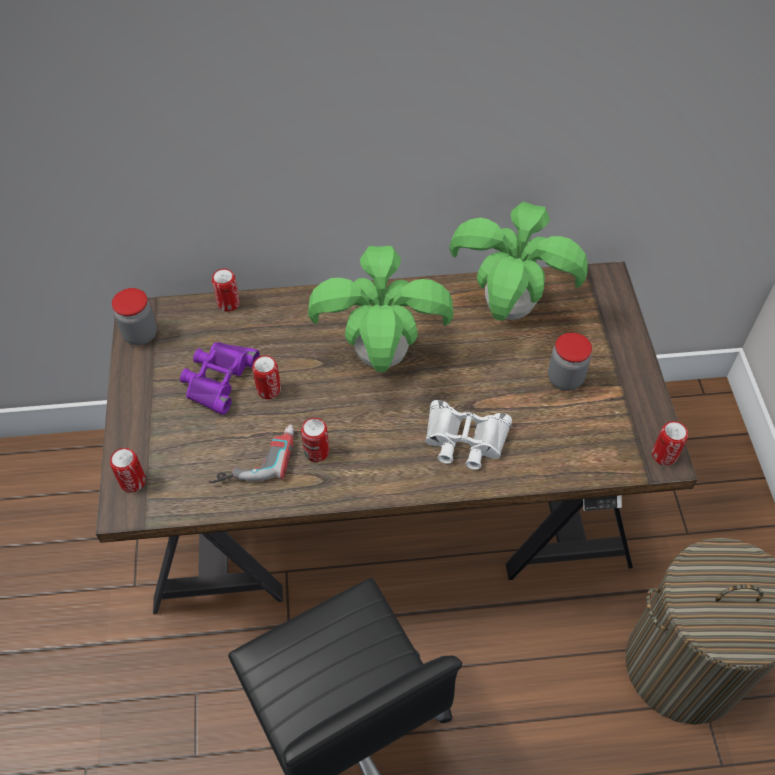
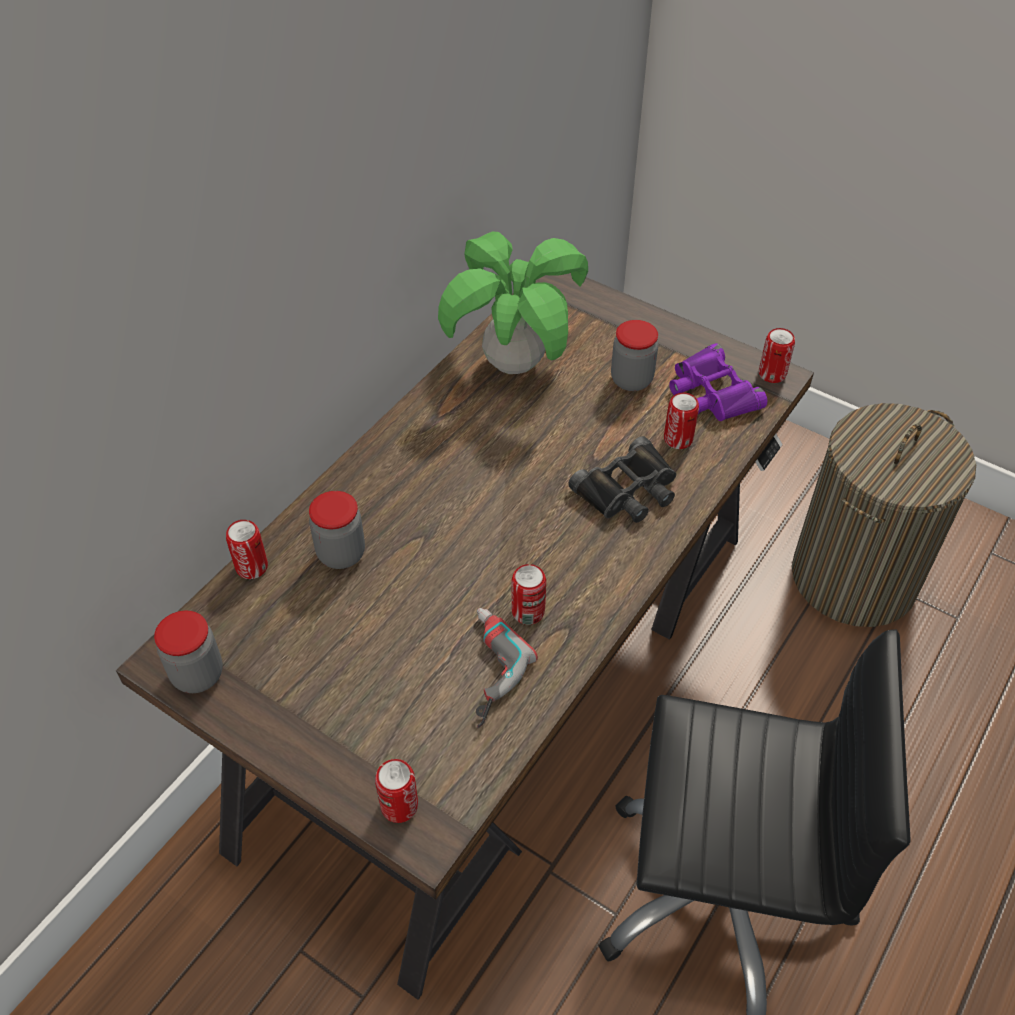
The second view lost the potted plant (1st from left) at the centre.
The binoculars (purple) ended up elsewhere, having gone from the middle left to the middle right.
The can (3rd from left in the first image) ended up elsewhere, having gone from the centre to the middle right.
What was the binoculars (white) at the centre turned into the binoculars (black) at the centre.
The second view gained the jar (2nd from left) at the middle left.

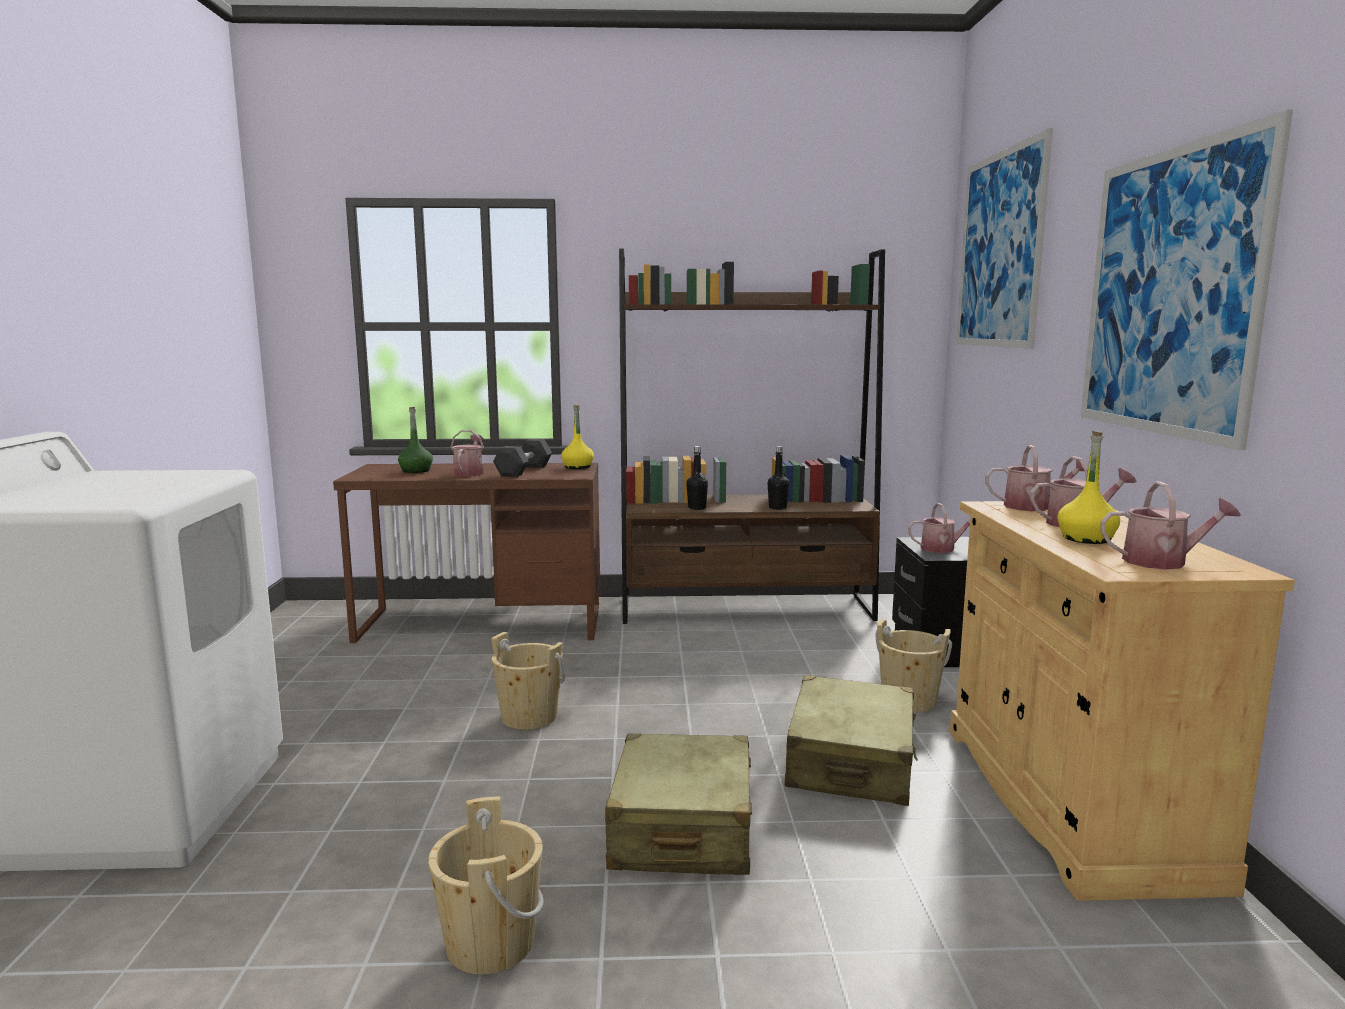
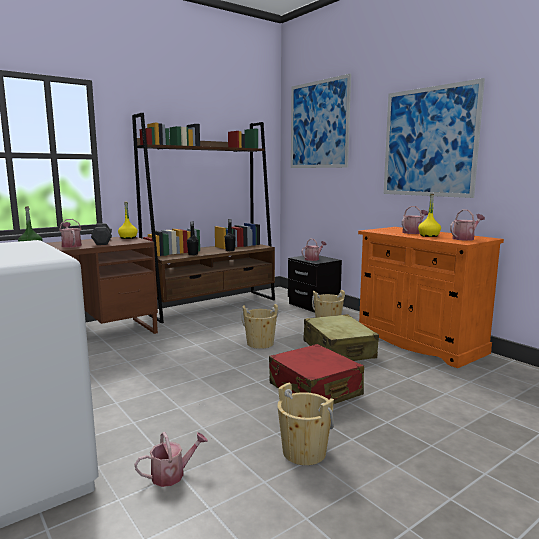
The watering can (3rd from left in the first image) ended up elsewhere, having gone from the middle right to the bottom left.
What was the cabinet (beige) at the bottom right turned into the cabinet (orange) at the middle right.
The bucket (beige) (2nd from left in the first image) ended up elsewhere, having gone from the bottom centre to the centre.
What was the suitcase (beige) (1st from left) at the bottom centre turned into the suitcase (red) at the bottom centre.

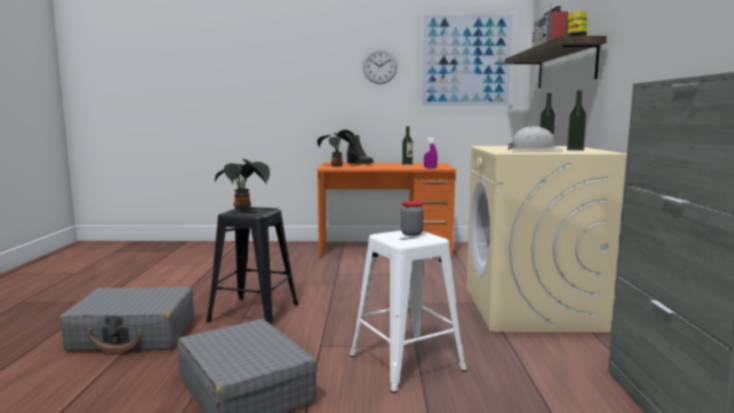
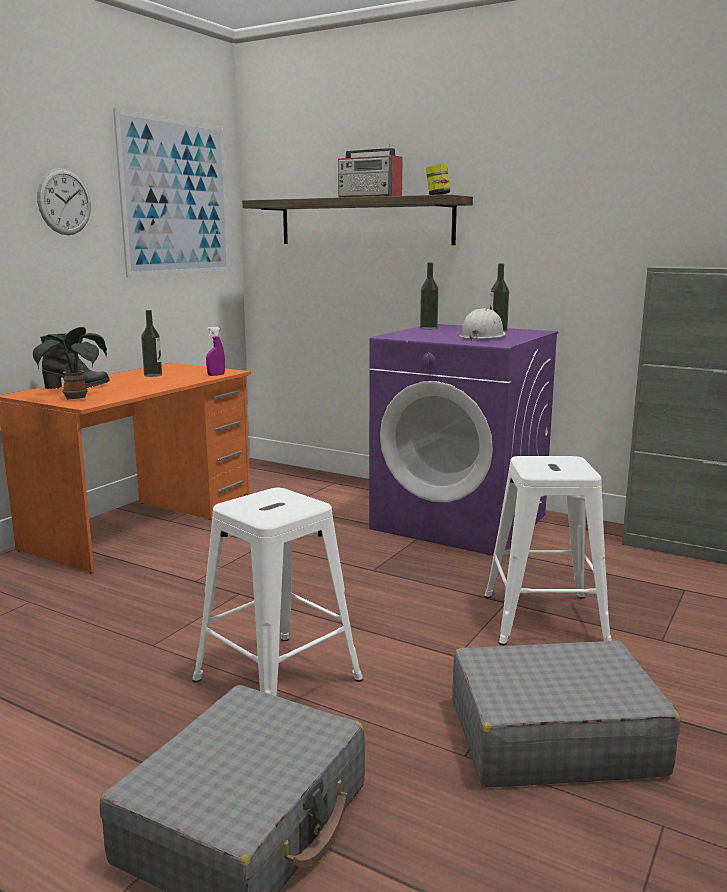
What was the washing machine (beige) at the middle right turned into the washing machine (purple) at the centre.
The second view lost the potted plant (1st from left) at the middle left.
The second view lost the jar (1st from left) at the centre.
What was the stool (black) at the centre turned into the stool (white) (1st from left) at the centre.

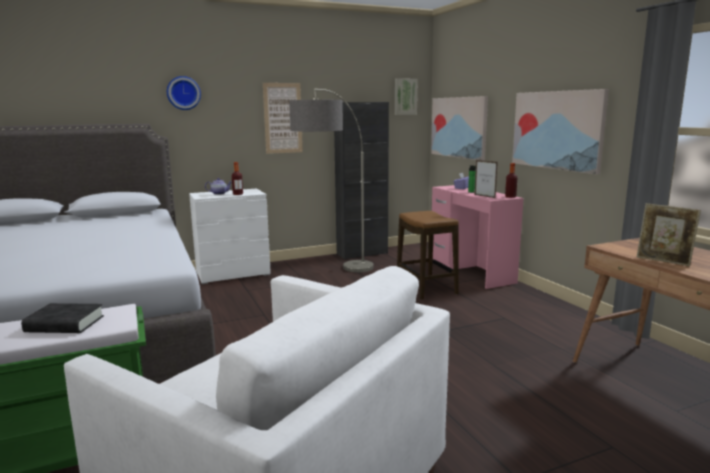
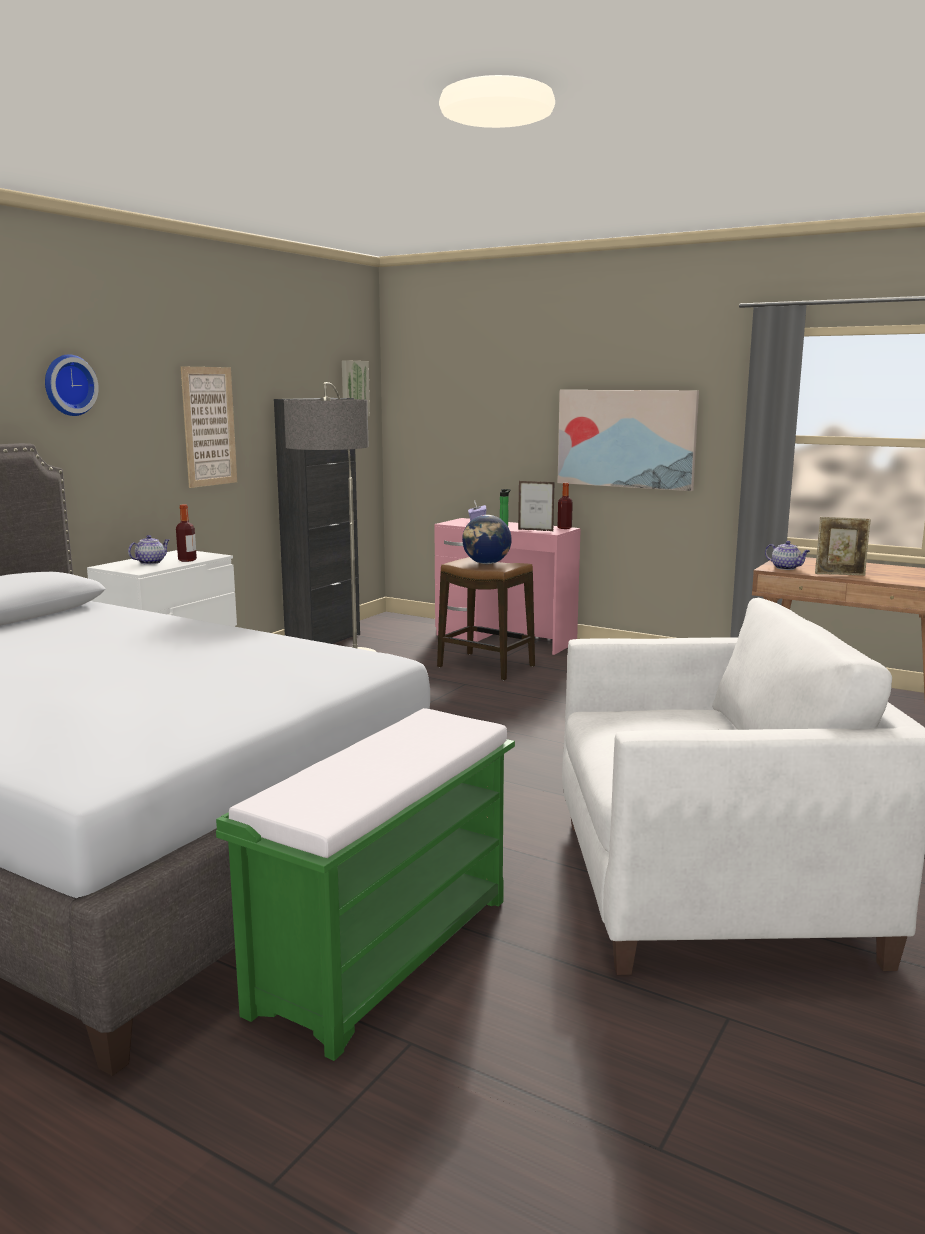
The second view lost the picture (3rd from left) at the top centre.
The second view lost the book (black) at the bottom left.
The second view gained the globe at the centre.
The second view gained the teapot (2nd from left) at the middle right.

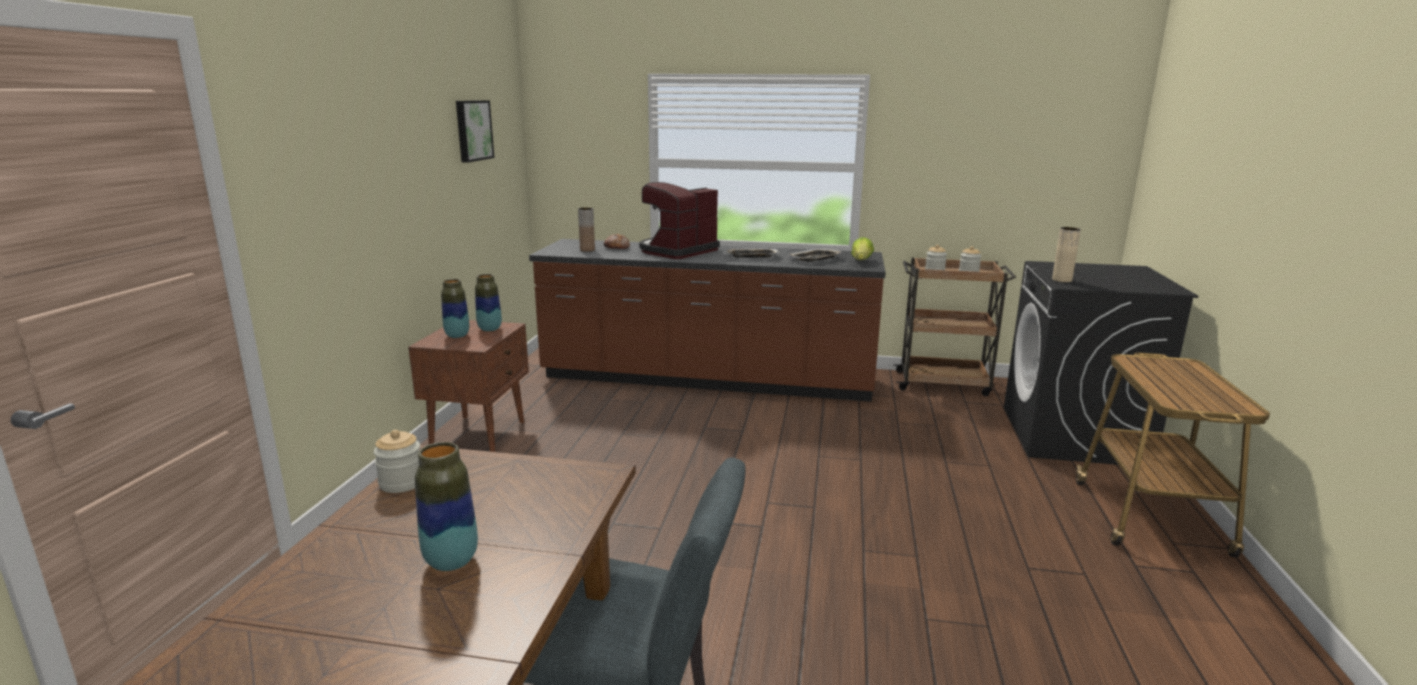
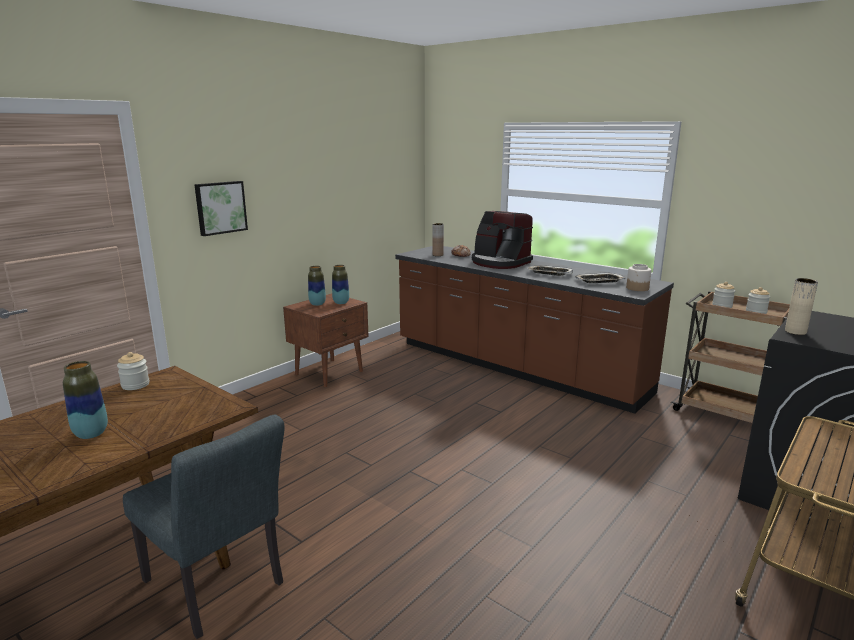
The picture ended up elsewhere, having gone from the top centre to the top left.
The coffee machine at the top centre ended up facing another way, 120 degrees counterclockwise from before.
Where the lettuce stood at the centre, the jar (2nd from left) came to stand at the middle right.

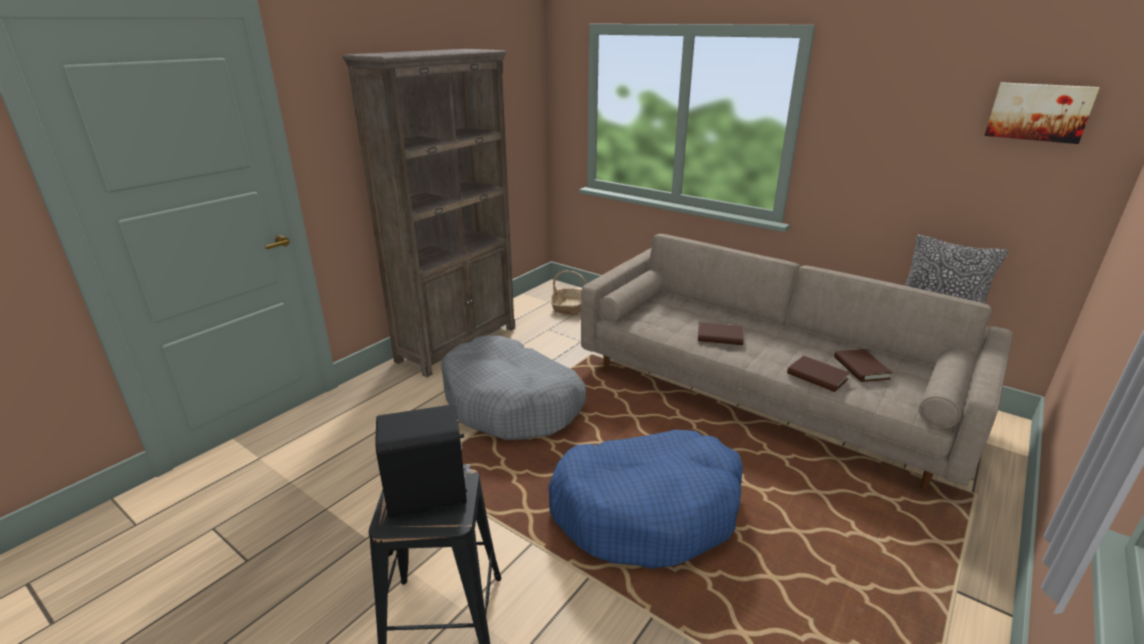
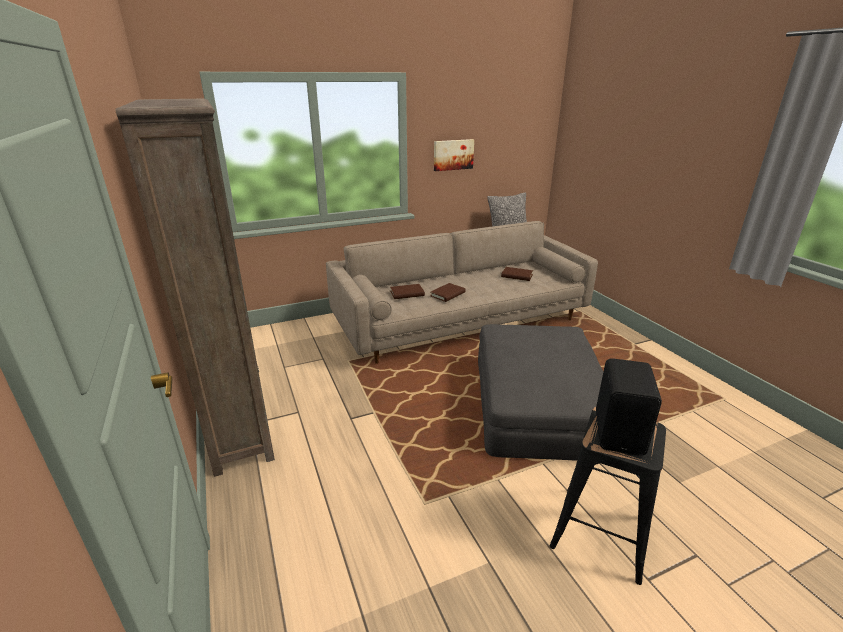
The picture ended up elsewhere, having gone from the top right to the top centre.
The second view lost the basket at the centre.
The second view lost the dog bed (grey) at the centre.
The book (brown) (2nd from left in the first image) ended up elsewhere, having gone from the middle right to the centre.
Where the dog bed (blue) stood at the bottom centre, the ottoman (grey) came to stand at the centre.

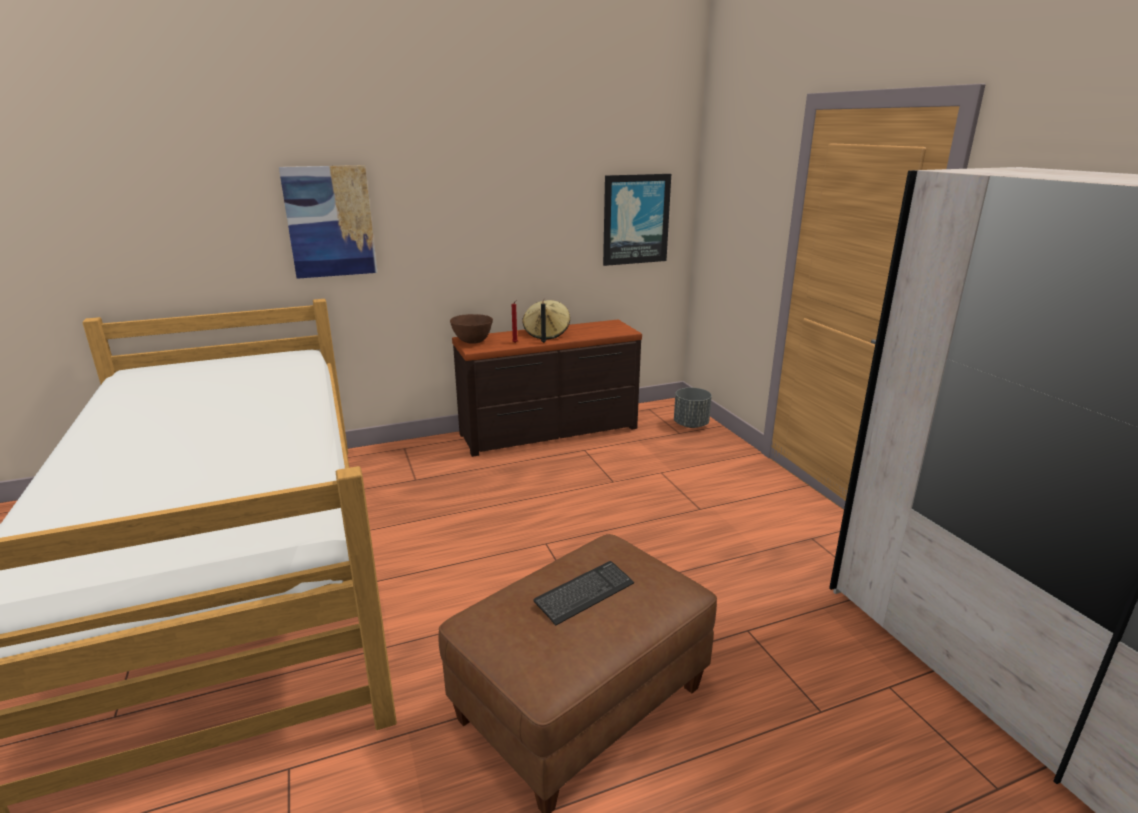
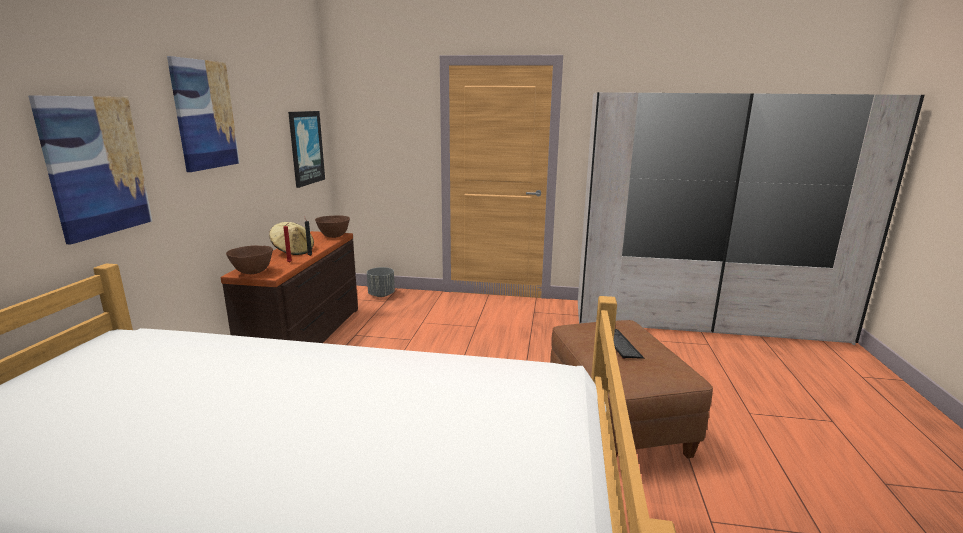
The second view gained the picture (2nd from left) at the top left.
The second view gained the bowl (brown) (2nd from left) at the centre.

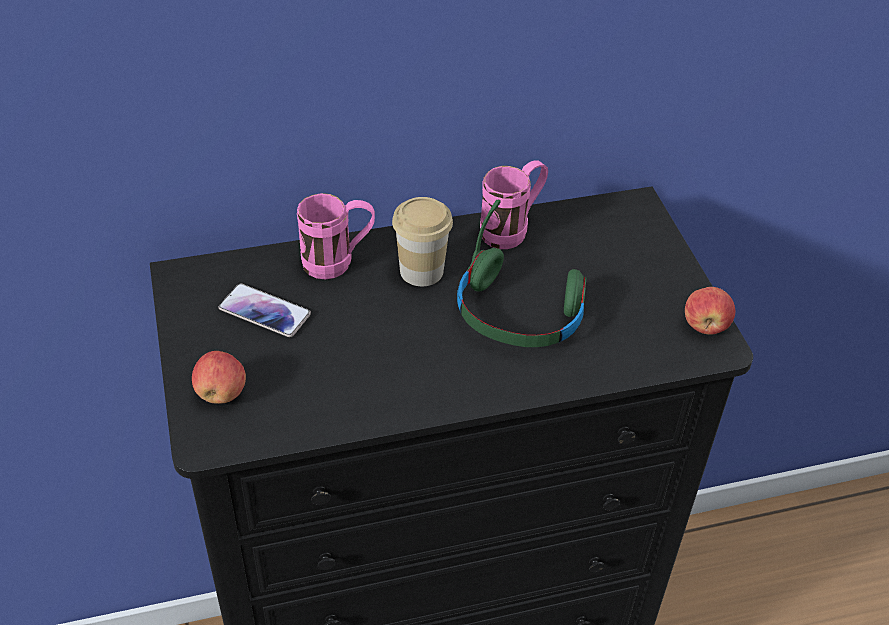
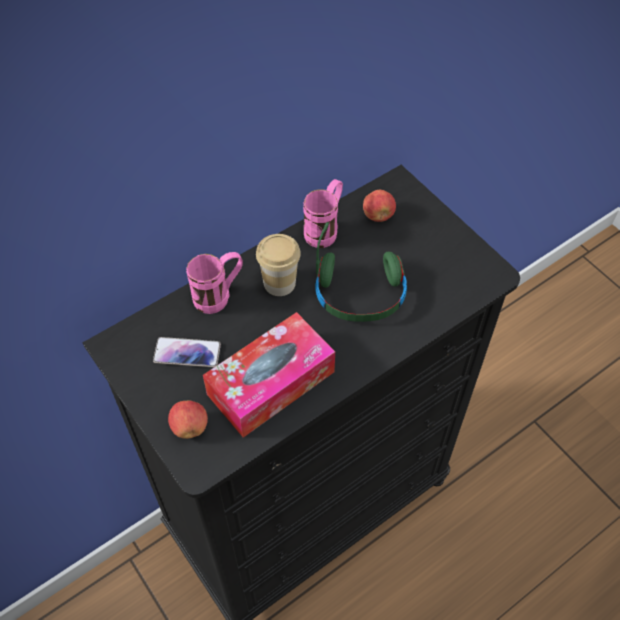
The apple (2nd from left) ended up elsewhere, having gone from the middle right to the top centre.
The second view gained the tissue box at the centre.

